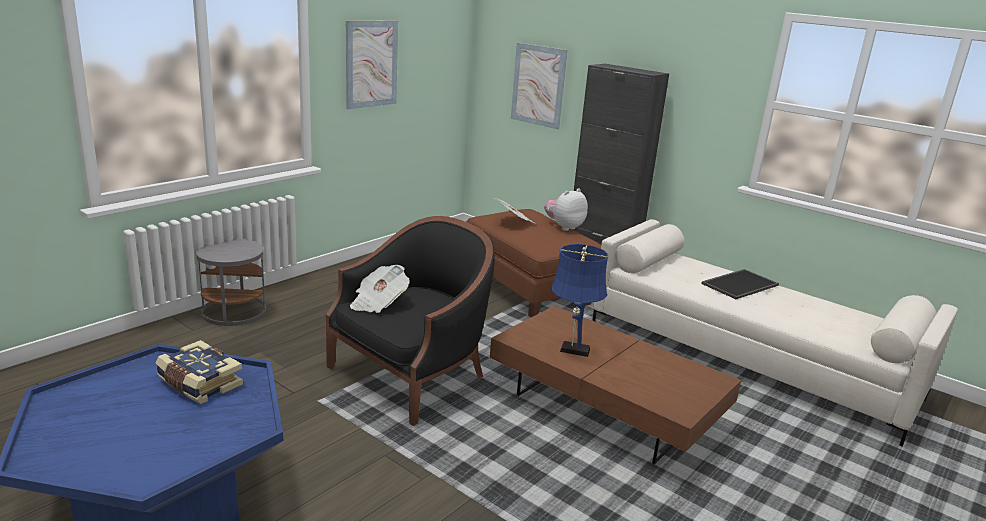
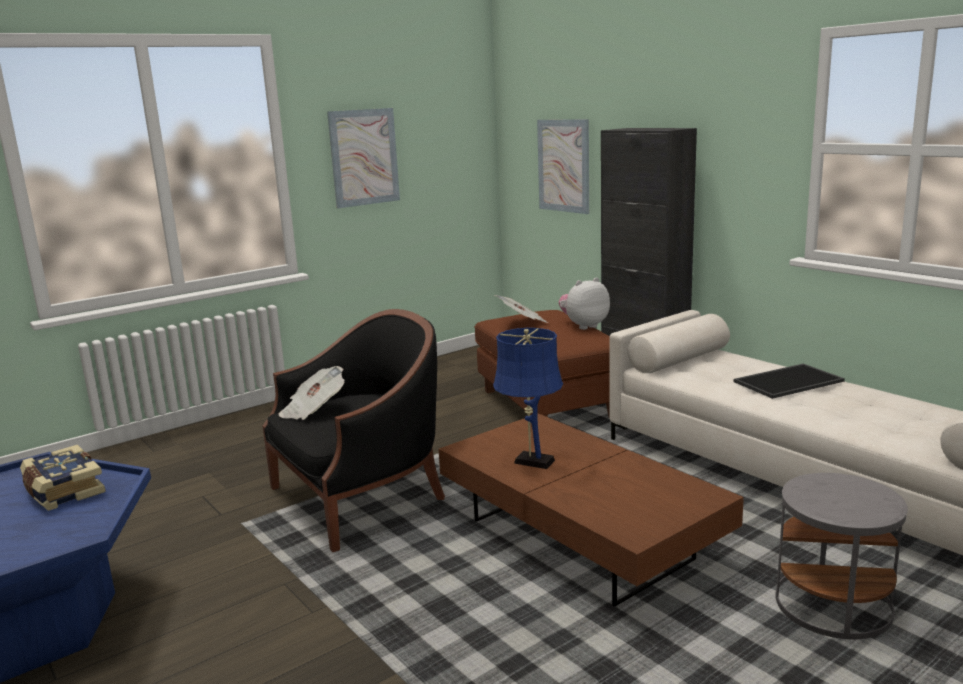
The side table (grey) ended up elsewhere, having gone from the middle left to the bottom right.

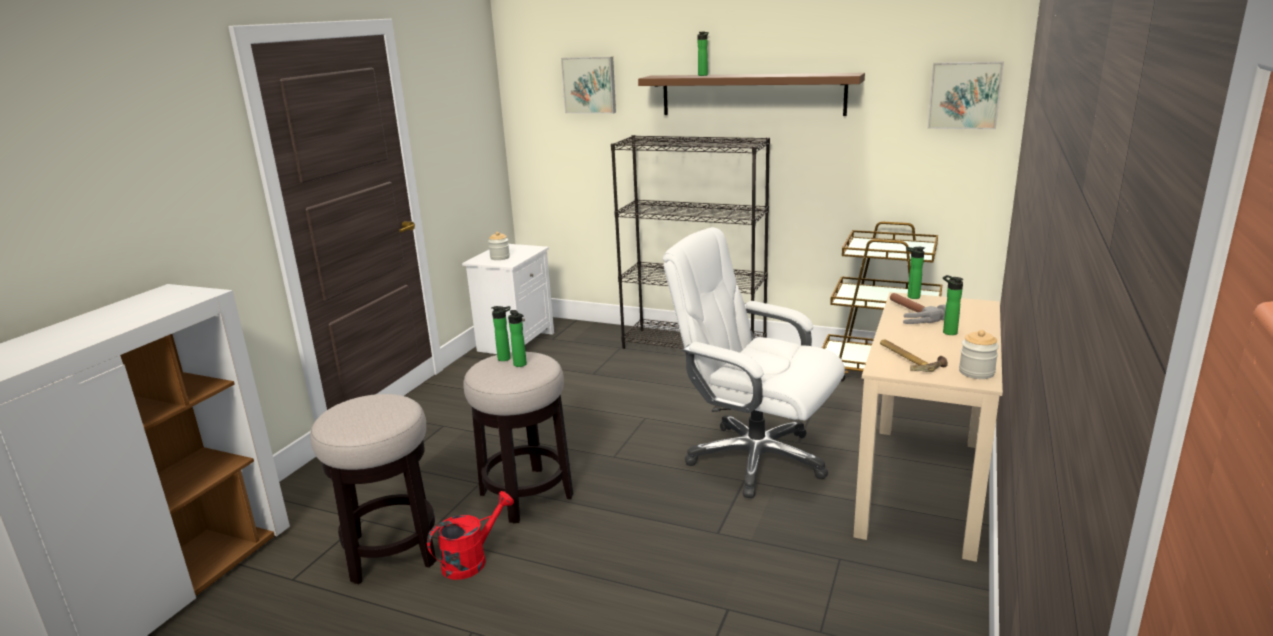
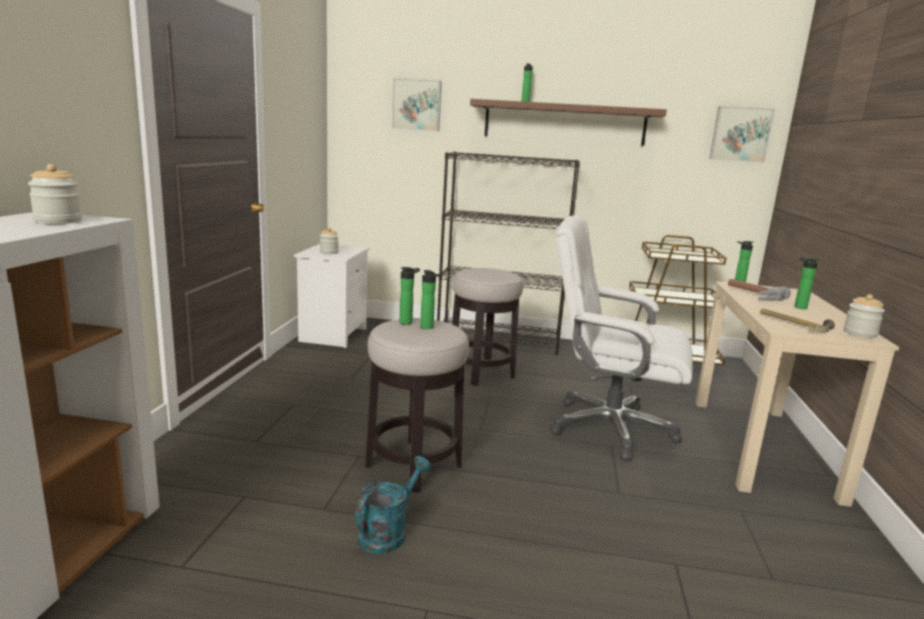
The stool (1st from left in the first image) ended up elsewhere, having gone from the bottom left to the centre.
What was the watering can (red) at the bottom centre turned into the watering can (turquoise) at the bottom centre.
The second view gained the jar (1st from left) at the top left.

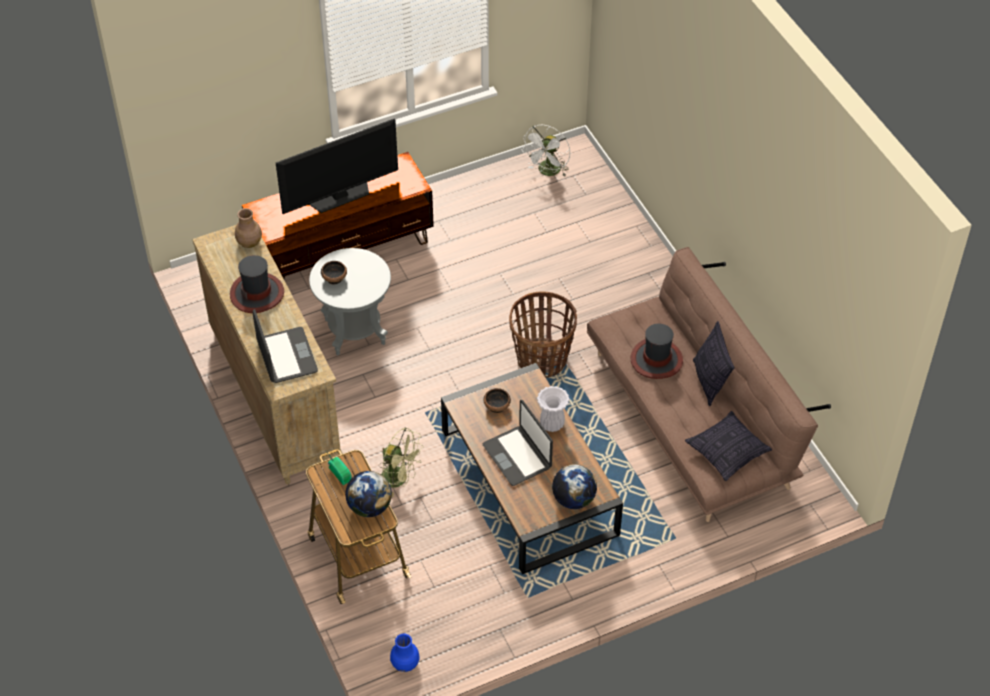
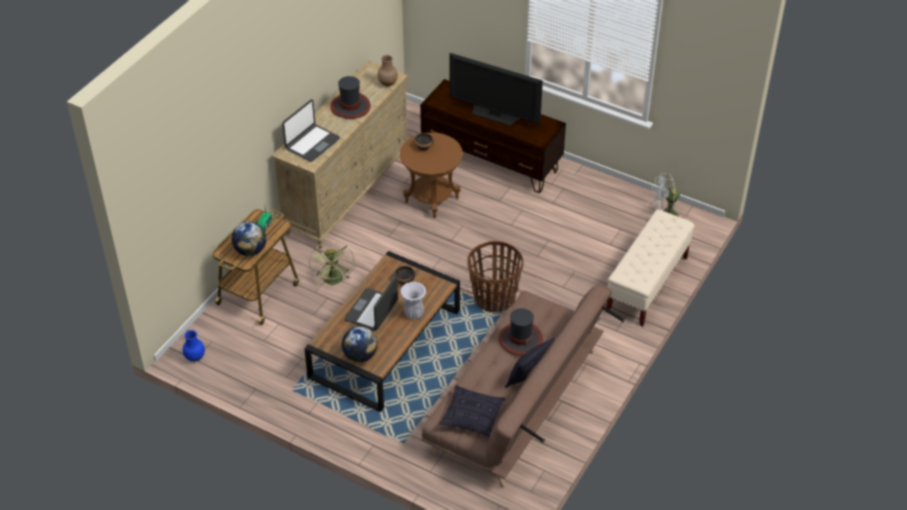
What was the side table (grey) at the centre turned into the side table (brown) at the centre.
The second view gained the bench (beige) at the middle right.

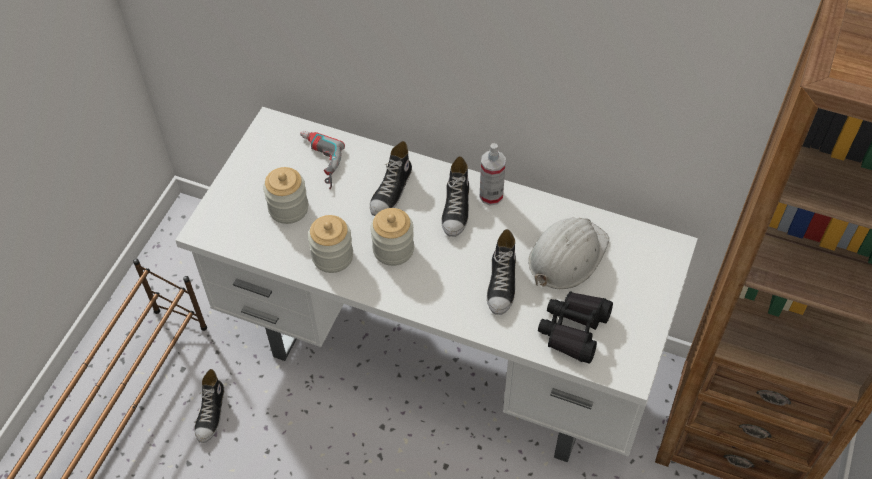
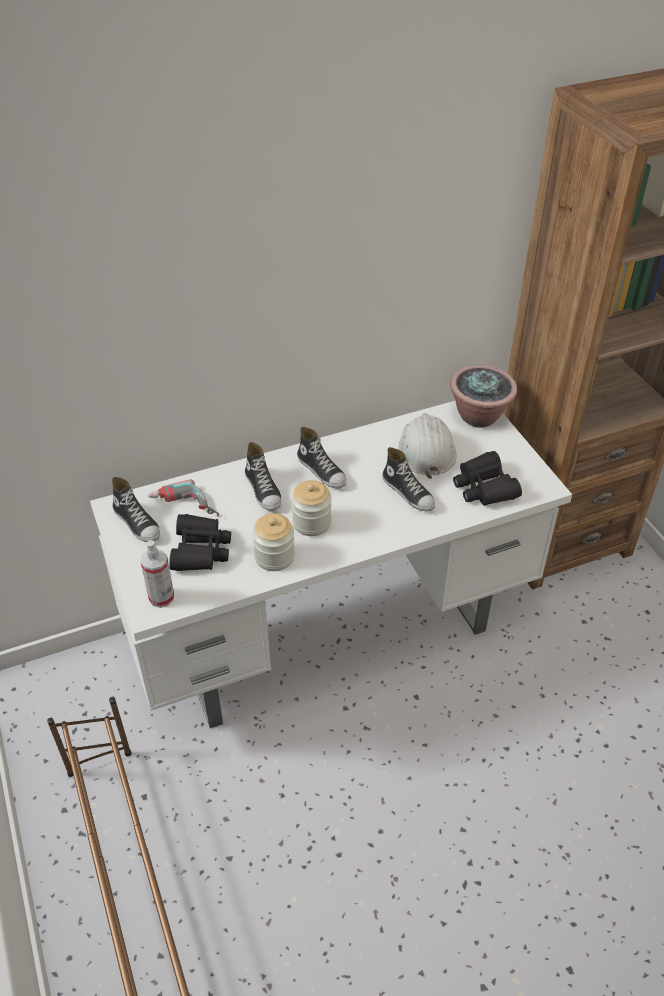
The spray bottle ended up elsewhere, having gone from the centre to the middle left.
Where the jar (1st from left) stood at the middle left, the binoculars (black) (1st from left) came to stand at the middle left.
The shoe (1st from left) ended up elsewhere, having gone from the bottom left to the middle left.
The second view gained the potted plant at the middle right.

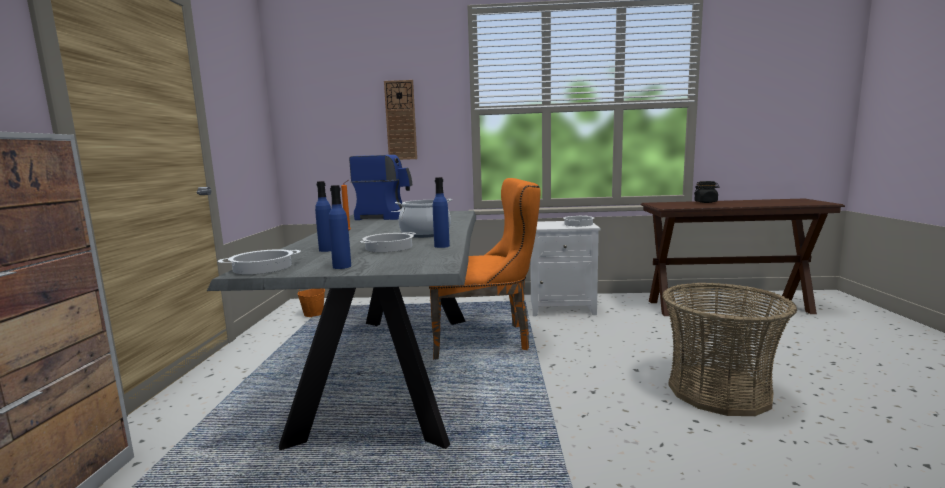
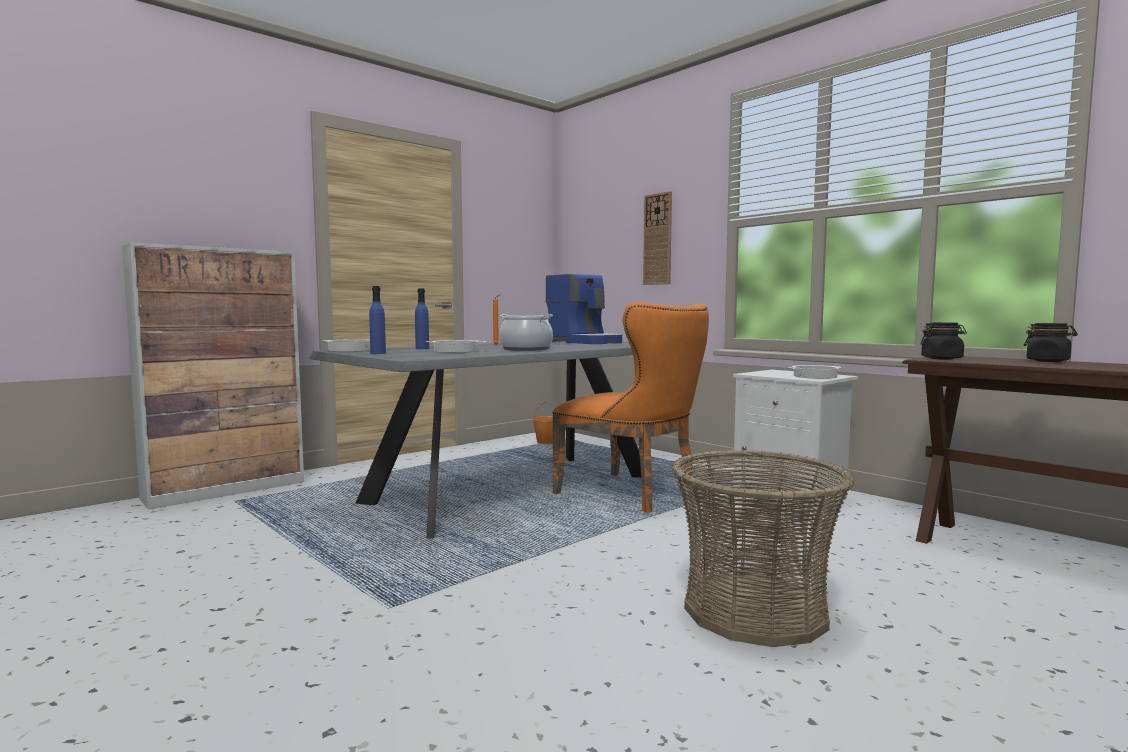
The second view lost the bottle (blue) (3rd from left) at the centre.
The second view gained the jar (black) (1st from left) at the middle right.

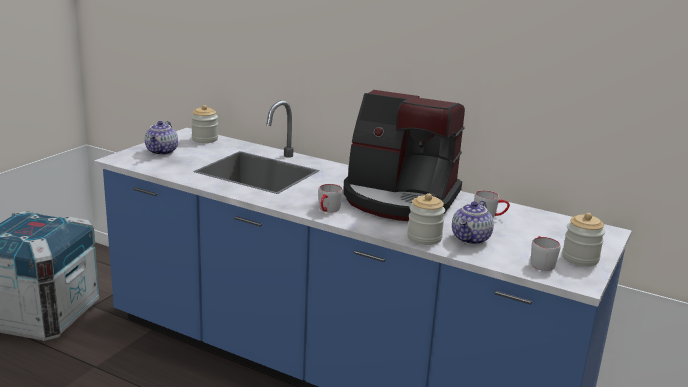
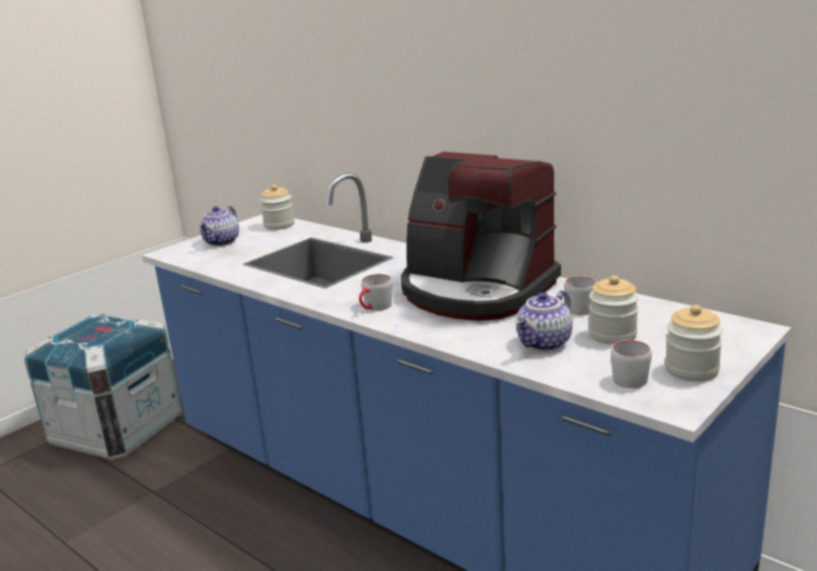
The jar (2nd from left) ended up elsewhere, having gone from the centre to the middle right.

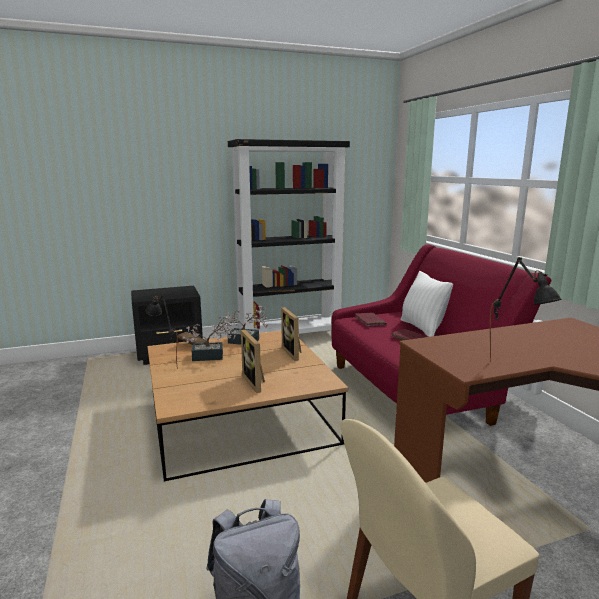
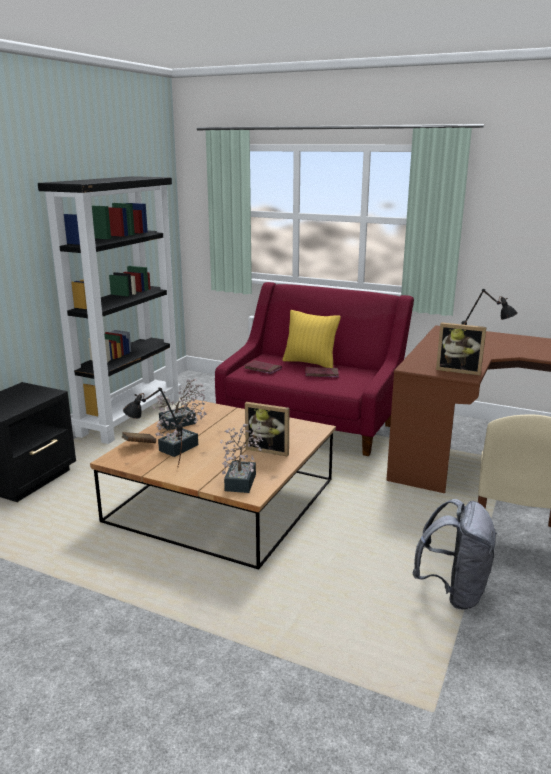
What was the pillow (white) at the middle right turned into the pillow (yellow) at the centre.
The picture frame (2nd from left) ended up elsewhere, having gone from the centre to the middle right.
The second view gained the potted plant (3rd from left) at the centre.

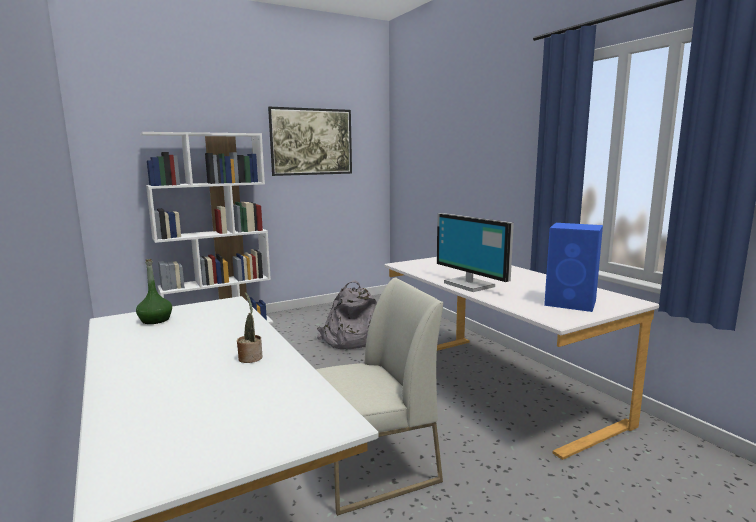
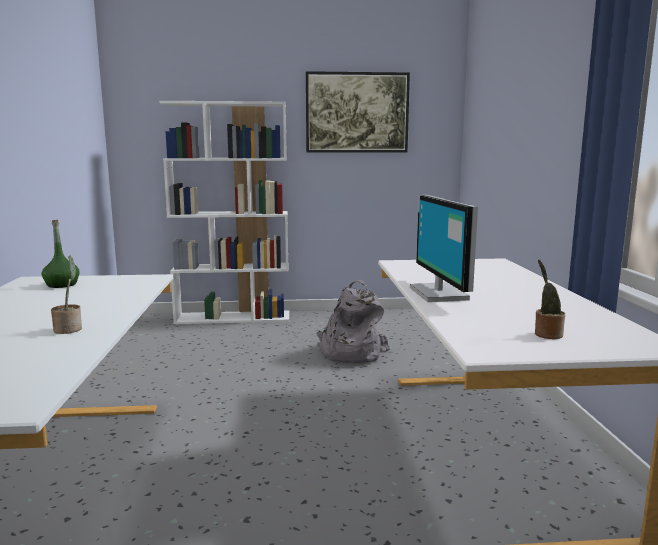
Where the speaker (blue) stood at the middle right, the potted plant (2nd from left) came to stand at the middle right.
The second view lost the chair (white) at the bottom centre.

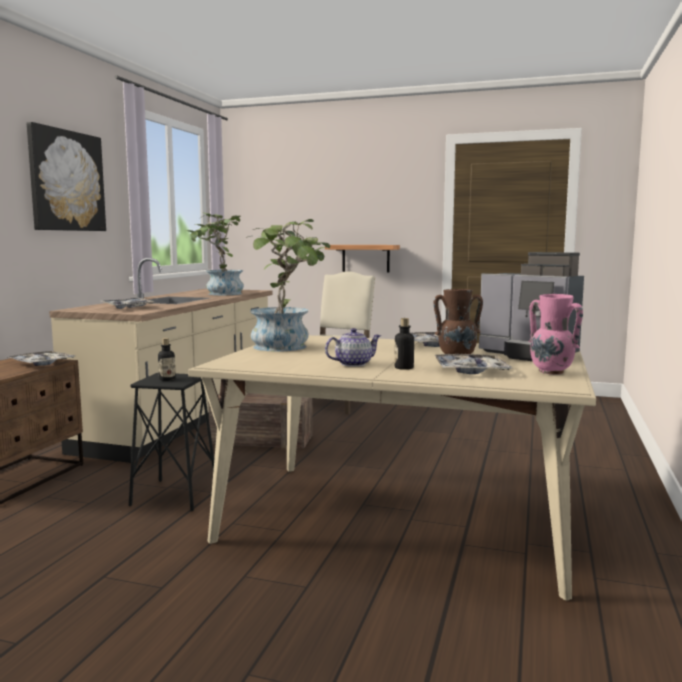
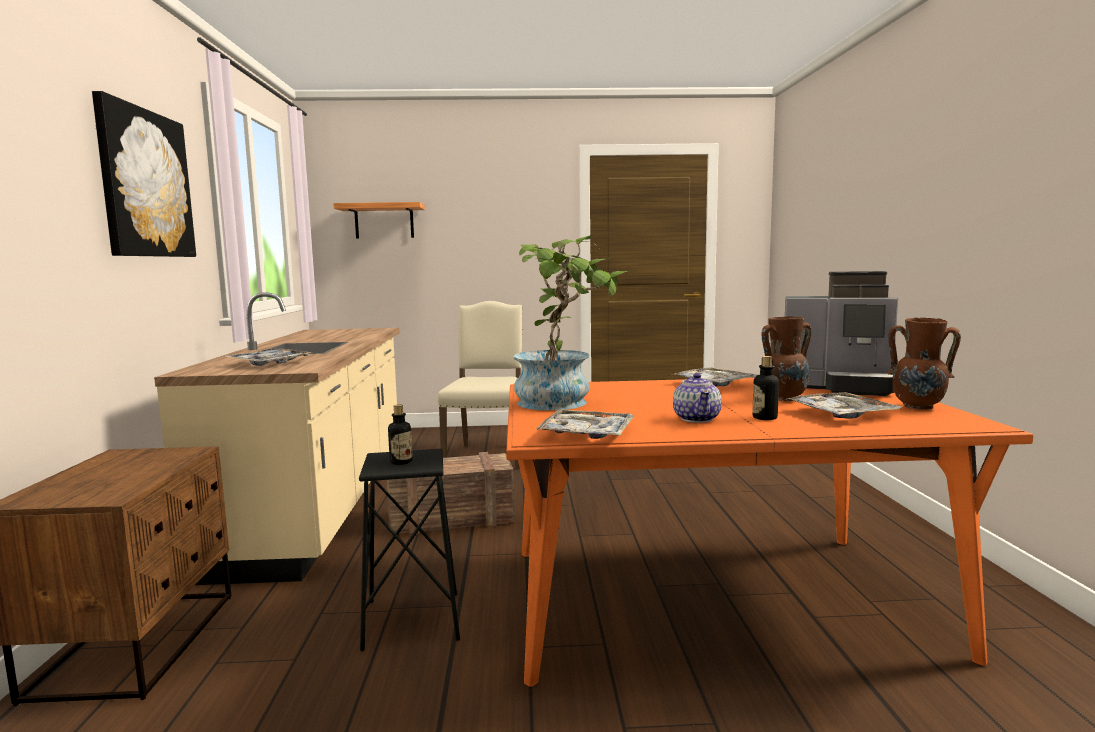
The second view lost the potted plant (1st from left) at the middle left.
The shelf ended up elsewhere, having gone from the centre to the top centre.
What was the vase (pink) at the middle right turned into the vase (brown) (2nd from left) at the middle right.
The teapot at the centre ended up facing another way, 135 degrees clockwise from before.
What was the dining table (beige) at the bottom centre turned into the dining table (orange) at the bottom right.
The tray (1st from left in the first image) ended up elsewhere, having gone from the middle left to the centre.

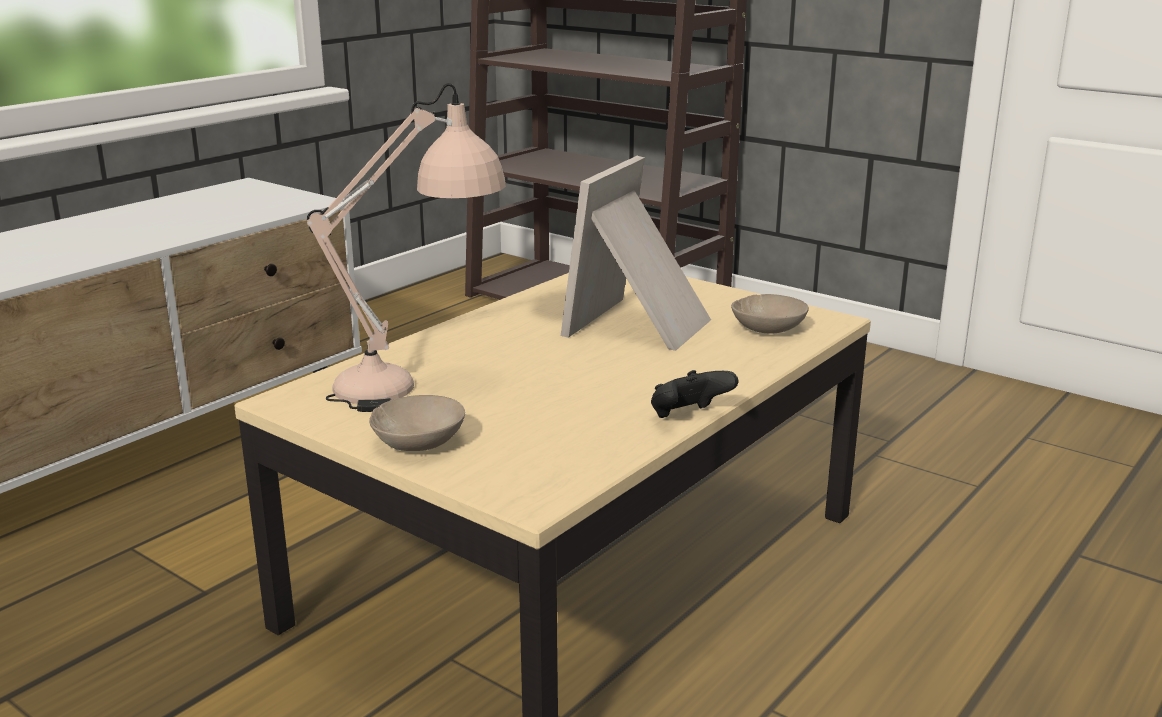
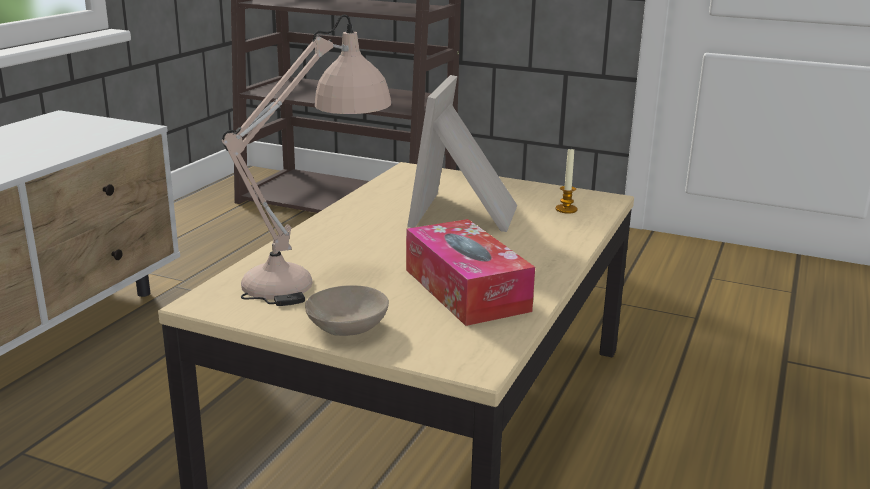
Where the bowl (beige) (2nd from left) stood at the centre, the candle came to stand at the centre.
The second view lost the game controller (black) at the centre.
The second view gained the tissue box at the centre.

